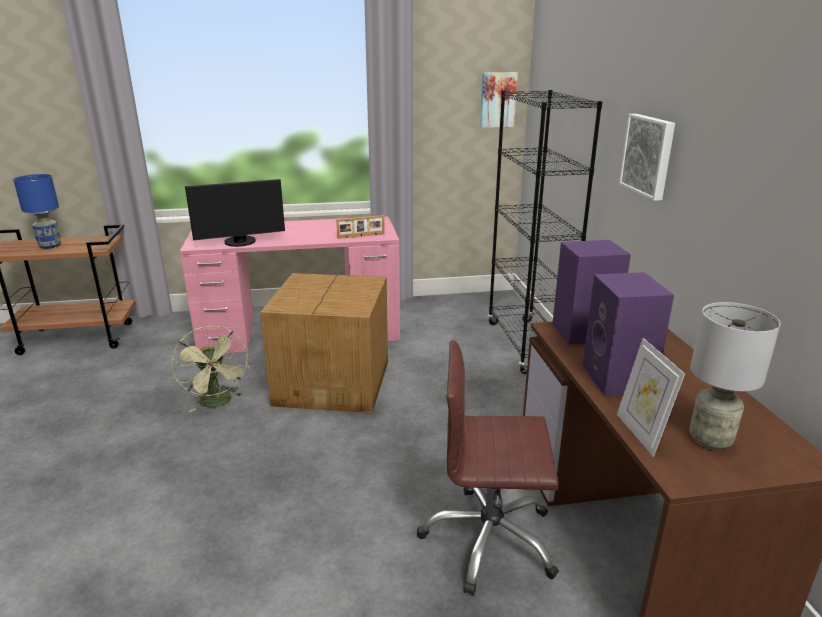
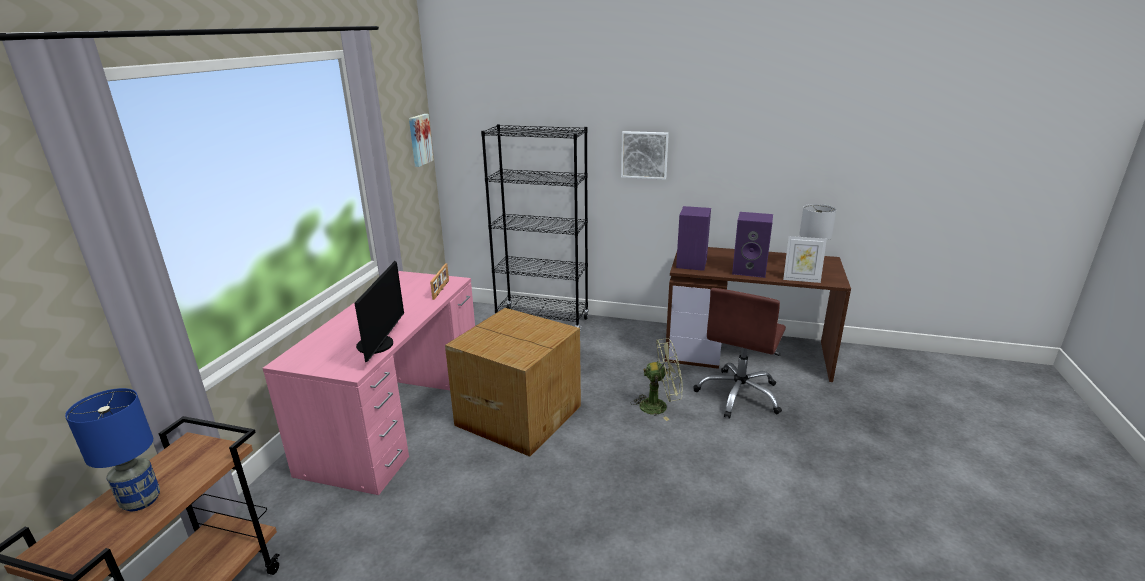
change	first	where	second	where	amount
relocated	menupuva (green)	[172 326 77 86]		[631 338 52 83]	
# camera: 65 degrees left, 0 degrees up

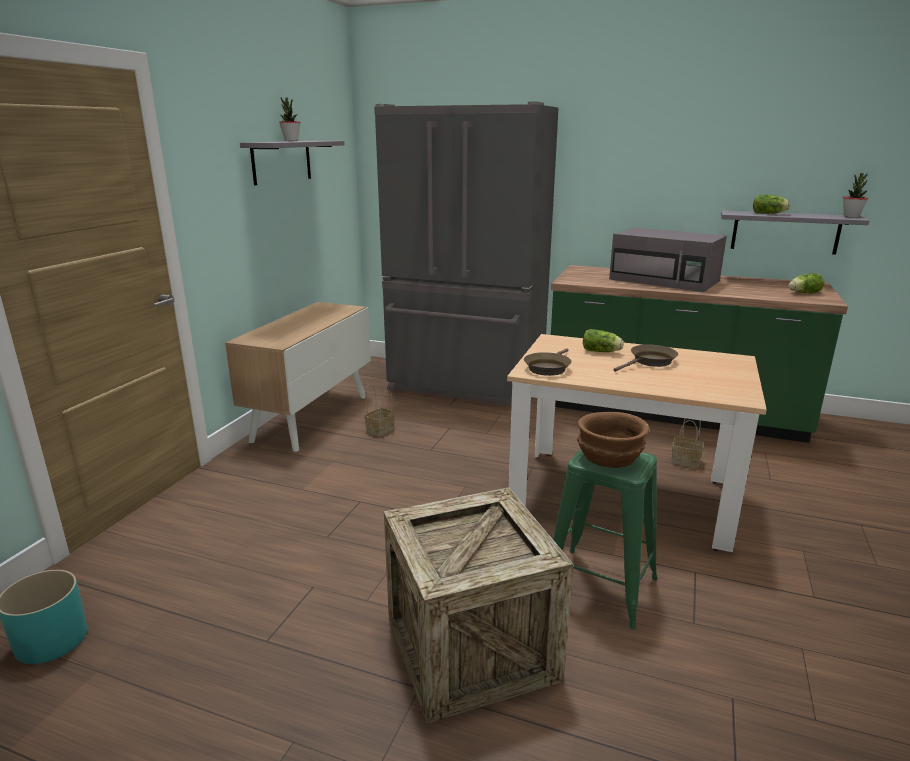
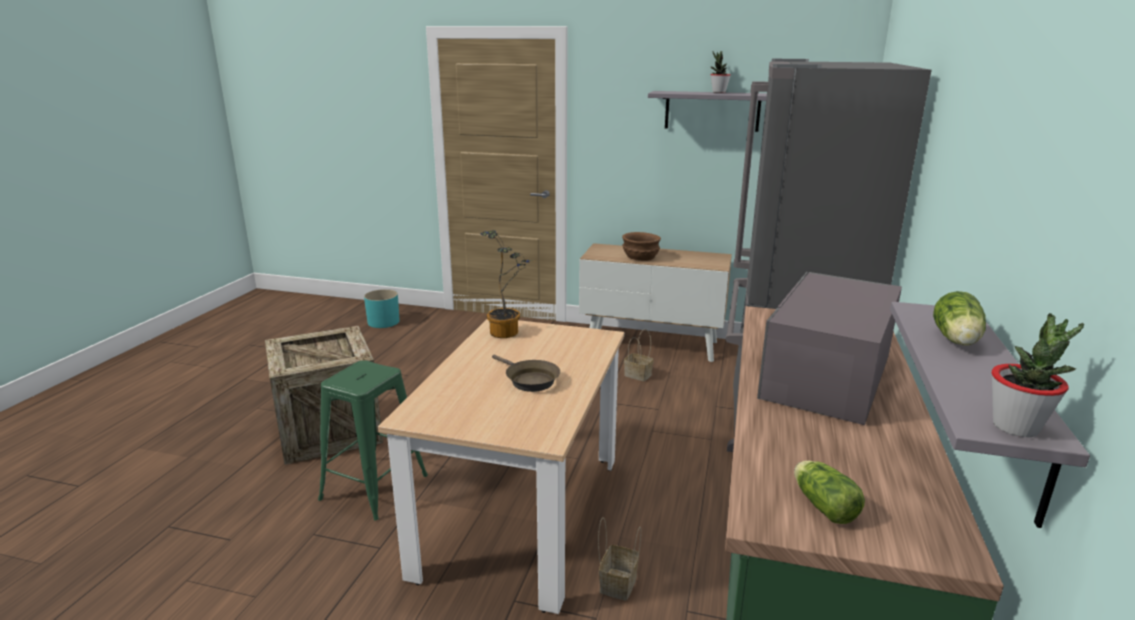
change	first	where	second	where	amount
missing	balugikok	[583 329 41 23]			
relocated	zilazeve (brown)	[577 412 73 56]		[622 232 39 29]	
exchanged	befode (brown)	[524 348 48 28]	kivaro	[481 230 52 108]	
# camera: 85 degrees right, 0 degrees up

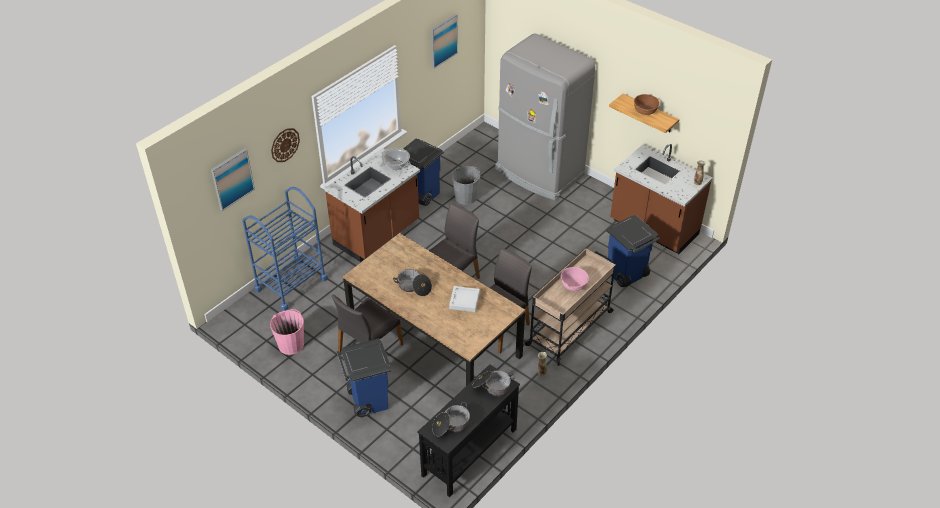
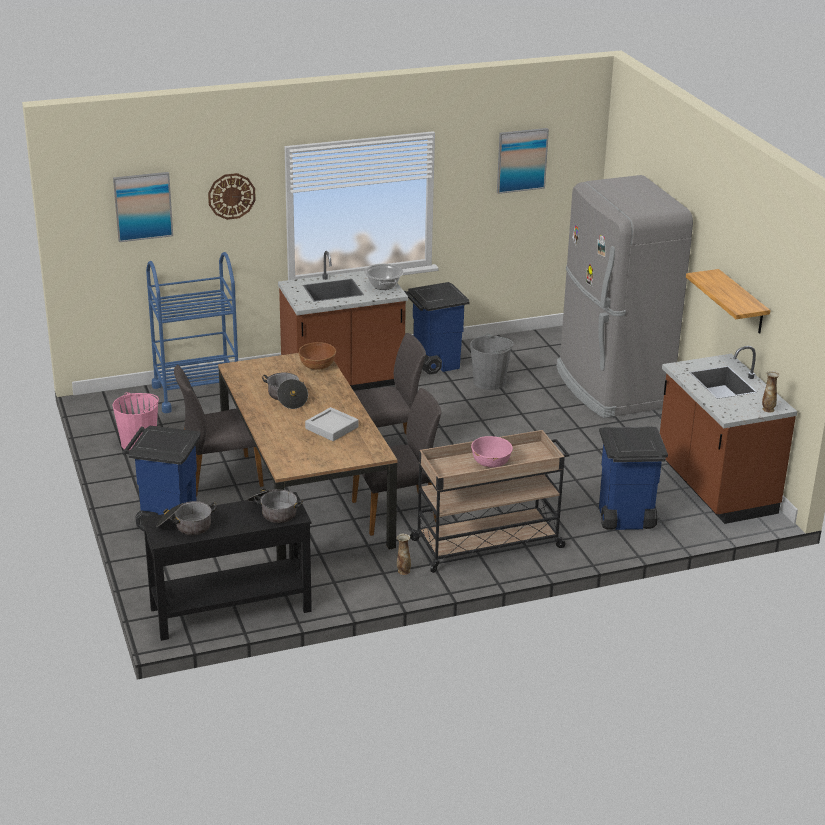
change	first	where	second	where	amount
relocated	zilazeve (brown)	[634 94 26 21]		[299 342 37 28]	
# camera: 30 degrees right, 15 degrees down

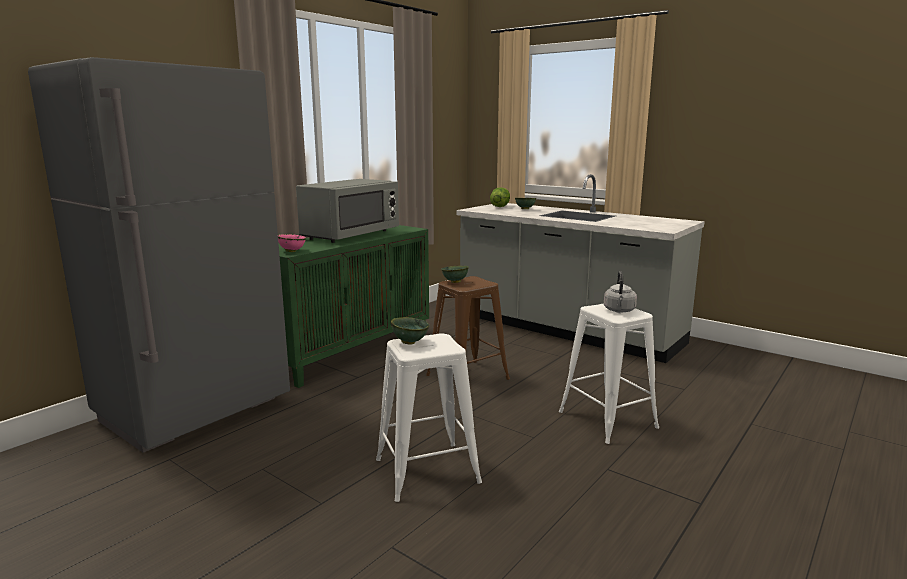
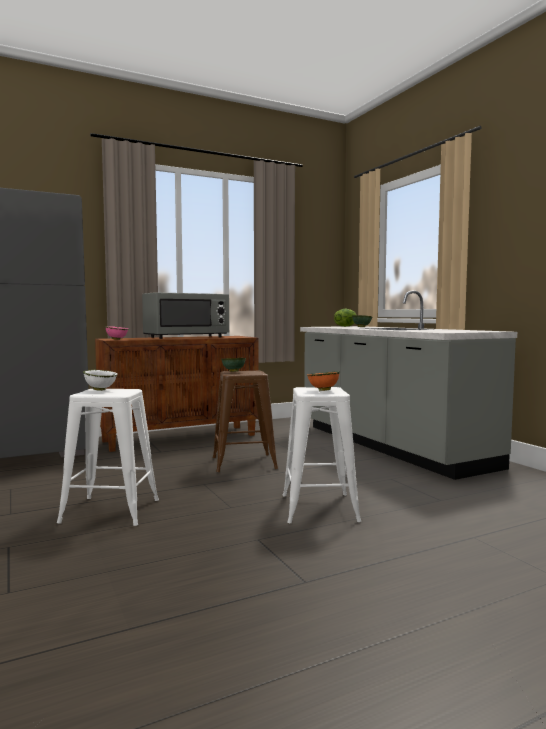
change	first	where	second	where	amount
exchanged	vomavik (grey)	[604 271 33 41]	zilazeve (orange)	[307 371 33 20]	
colour	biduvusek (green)	[278 225 151 163]	biduvusek (brown)	[95 336 164 116]	
colour	zilazeve (green)	[391 317 38 28]	zilazeve (white)	[83 370 35 21]	
# camera: 25 degrees right, 10 degrees down

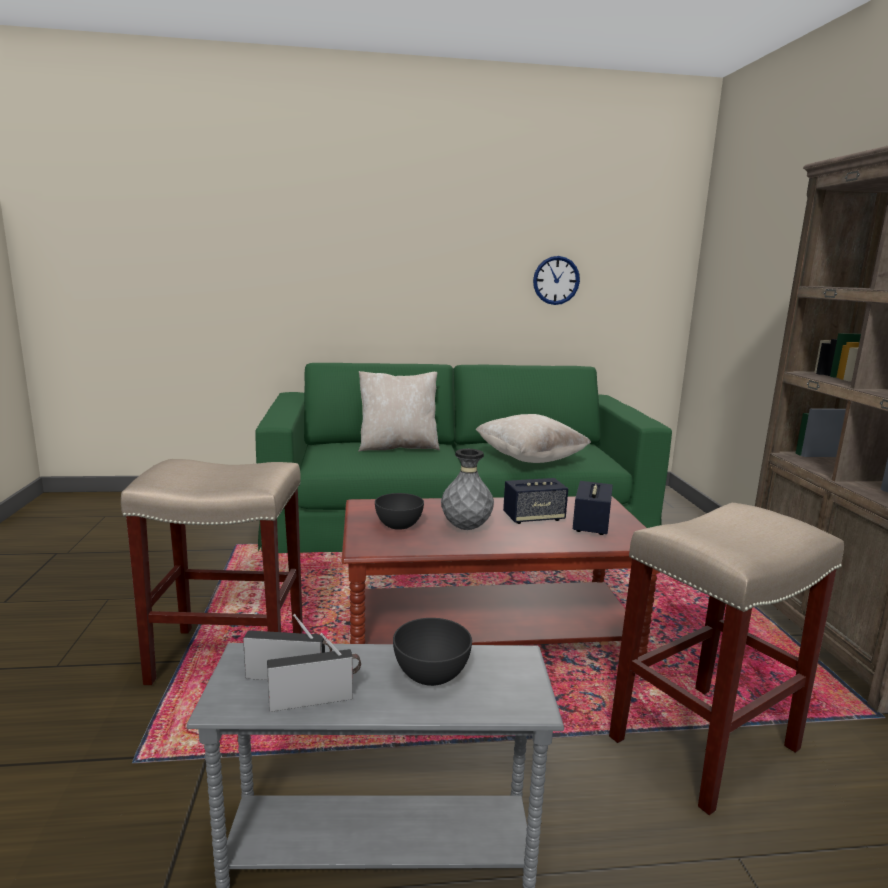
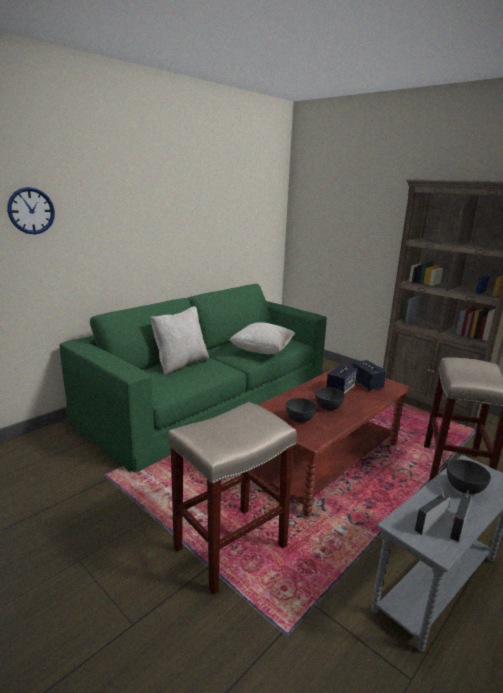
change	first	where	second	where	amount
relocated	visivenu	[533 256 47 49]		[7 187 48 47]	
exchanged	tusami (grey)	[441 449 53 81]	zilazeve (grey)	[315 387 30 24]	
# camera: 40 degrees left, 5 degrees up

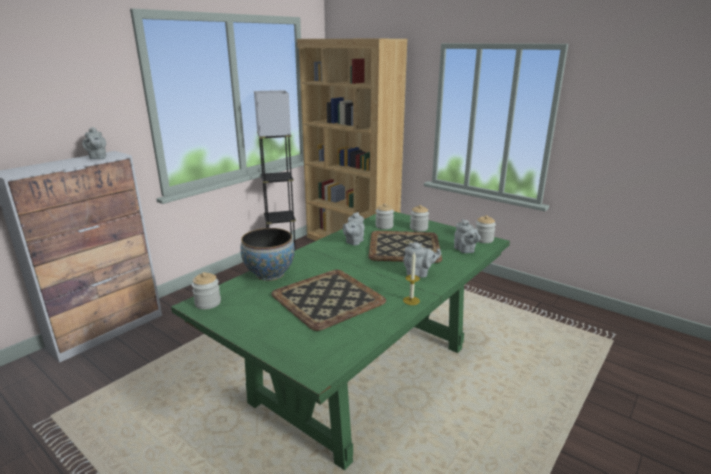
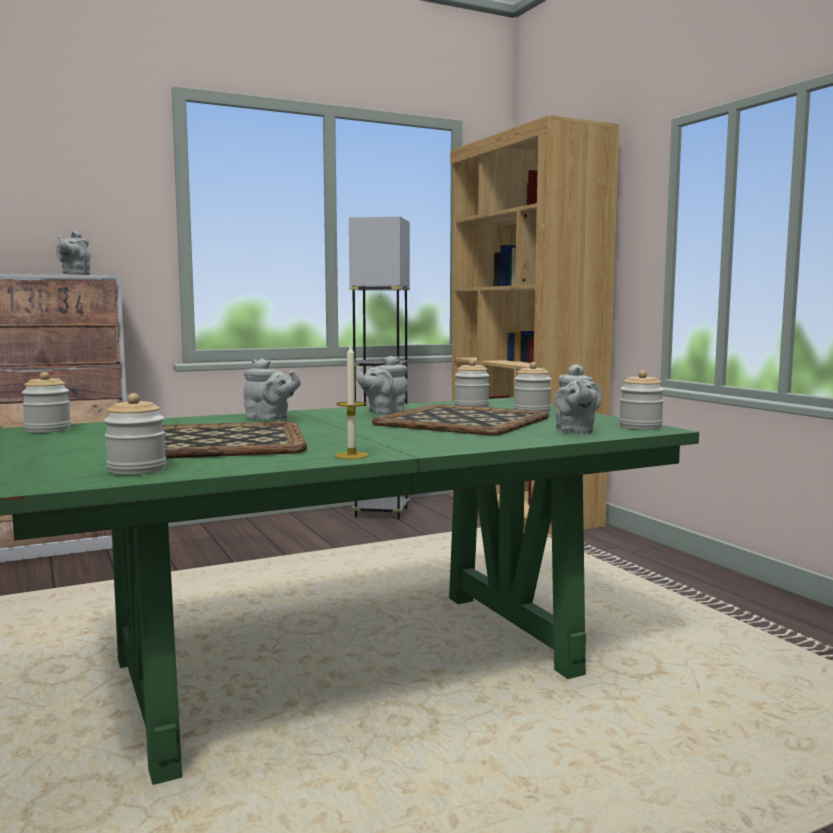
change	first	where	second	where	amount
missing	zilazeve	[240 228 55 53]			
appeared			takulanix	[104 393 62 82]	
relocated	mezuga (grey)	[403 242 38 36]		[243 359 58 61]	
# camera: 25 degrees right, 15 degrees down

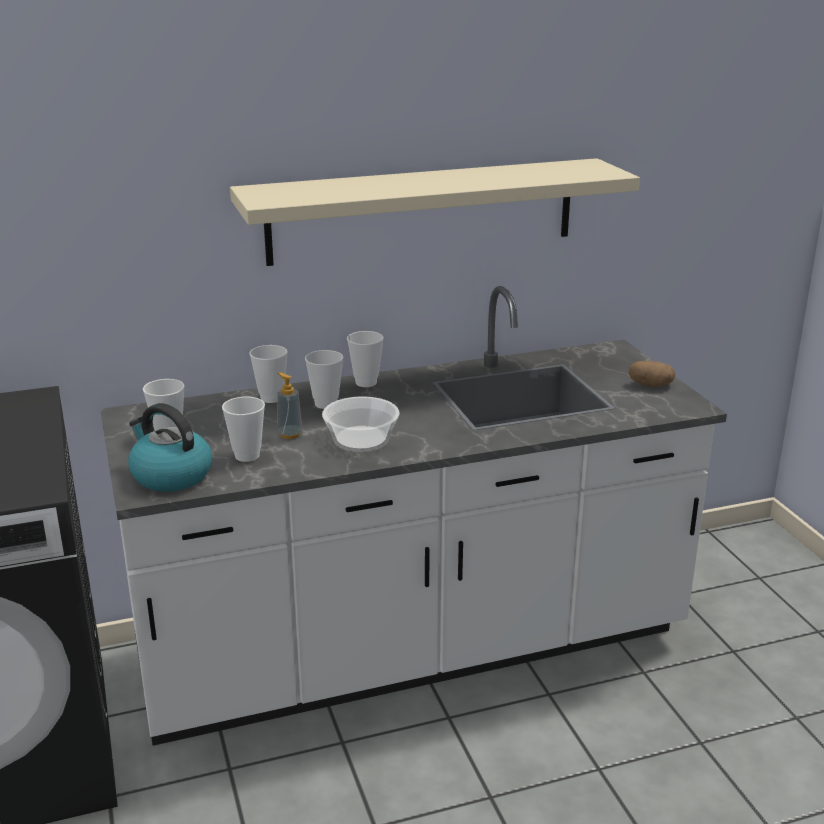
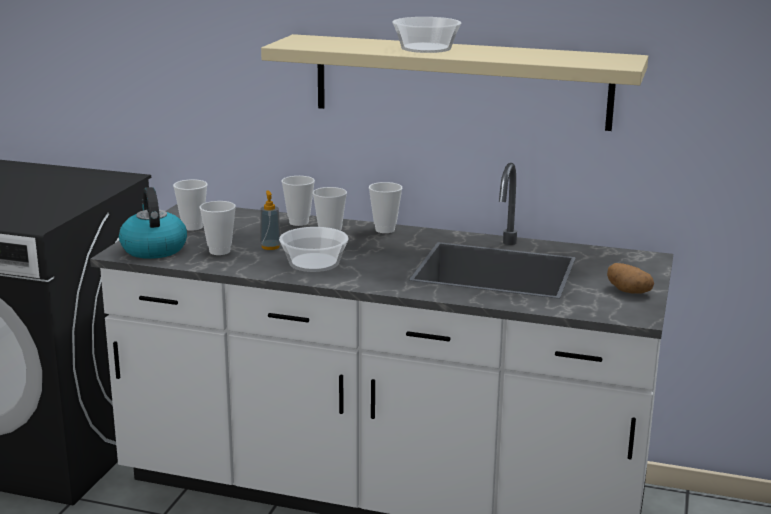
change	first	where	second	where	amount
appeared			zilazeve	[392 17 69 36]	
# camera: 35 degrees right, 5 degrees down

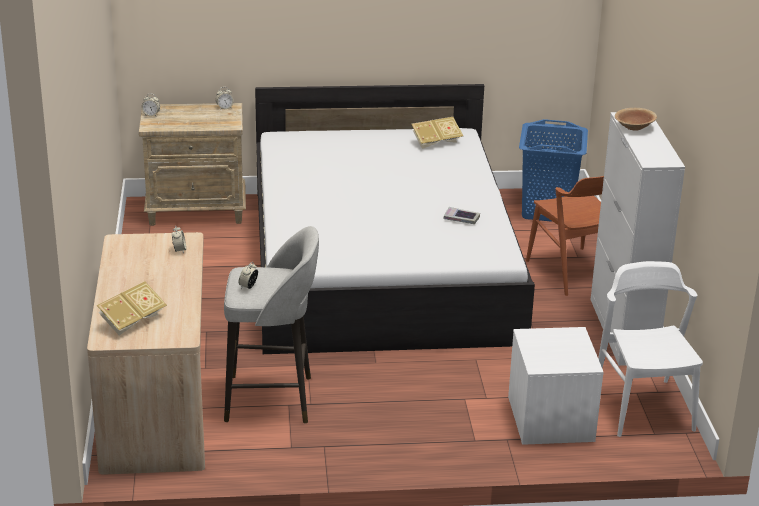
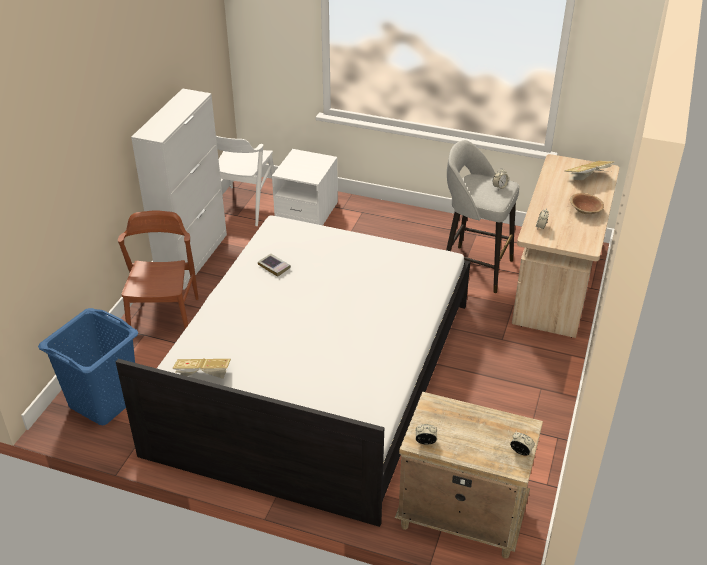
change	first	where	second	where	amount
relocated	zilazeve (brown)	[615 108 42 23]		[570 193 34 21]	
# camera: 155 degrees left, 10 degrees up

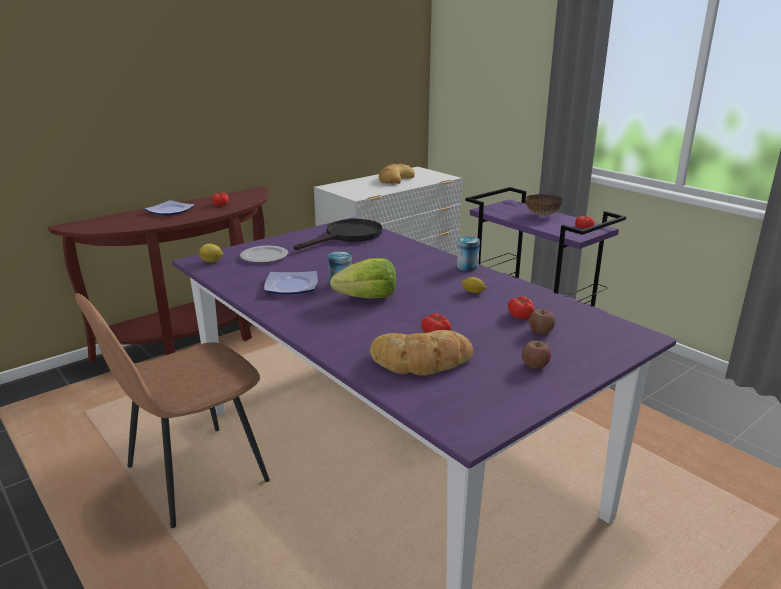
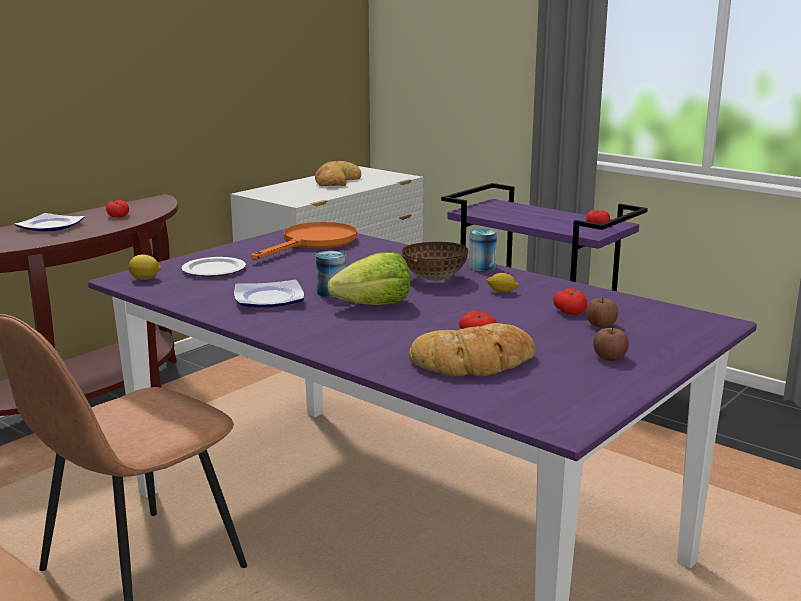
change	first	where	second	where	amount
relocated	zilazeve	[525 194 38 22]		[402 242 66 39]	
colour	befode (black)	[294 219 88 31]	befode (orange)	[251 222 106 38]	
# camera: 10 degrees left, 5 degrees down

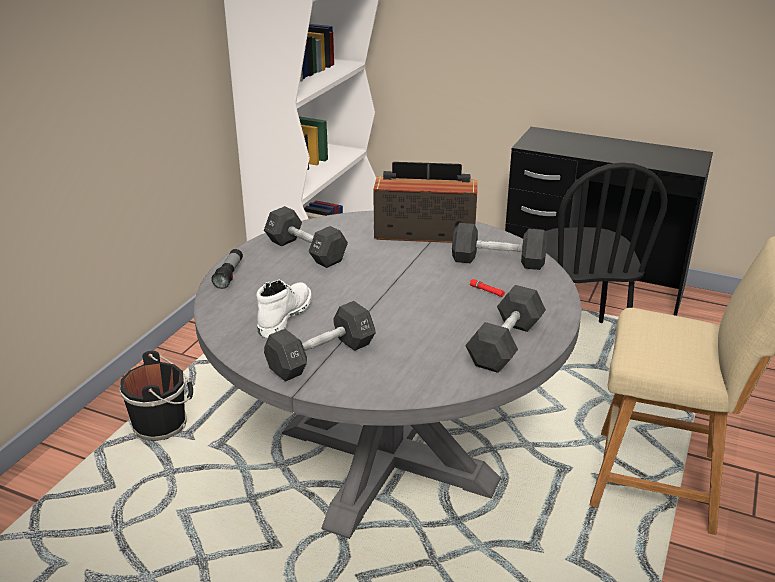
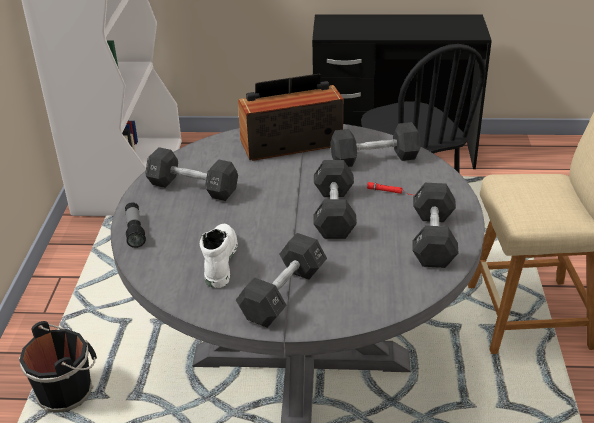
change	first	where	second	where	amount
appeared			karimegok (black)	[313 160 44 79]	
# camera: 20 degrees left, 5 degrees up

